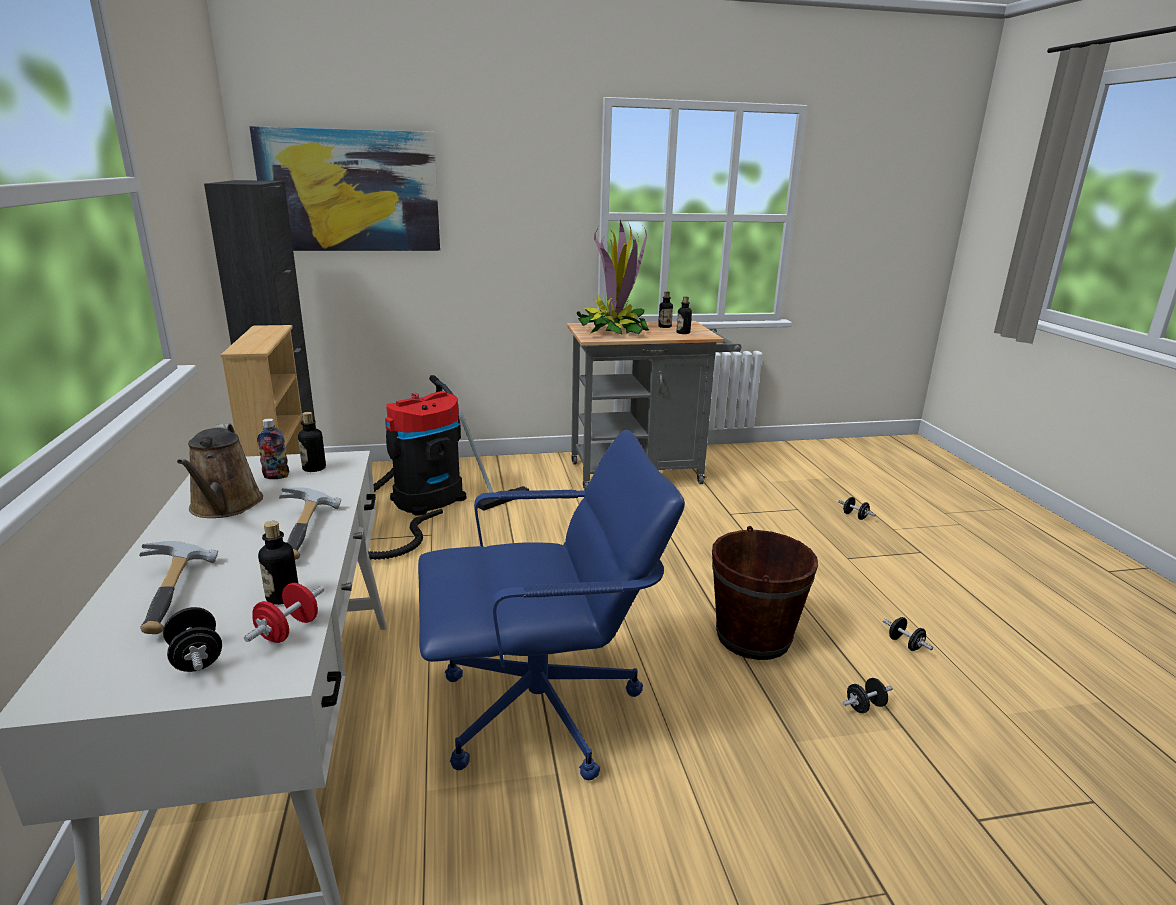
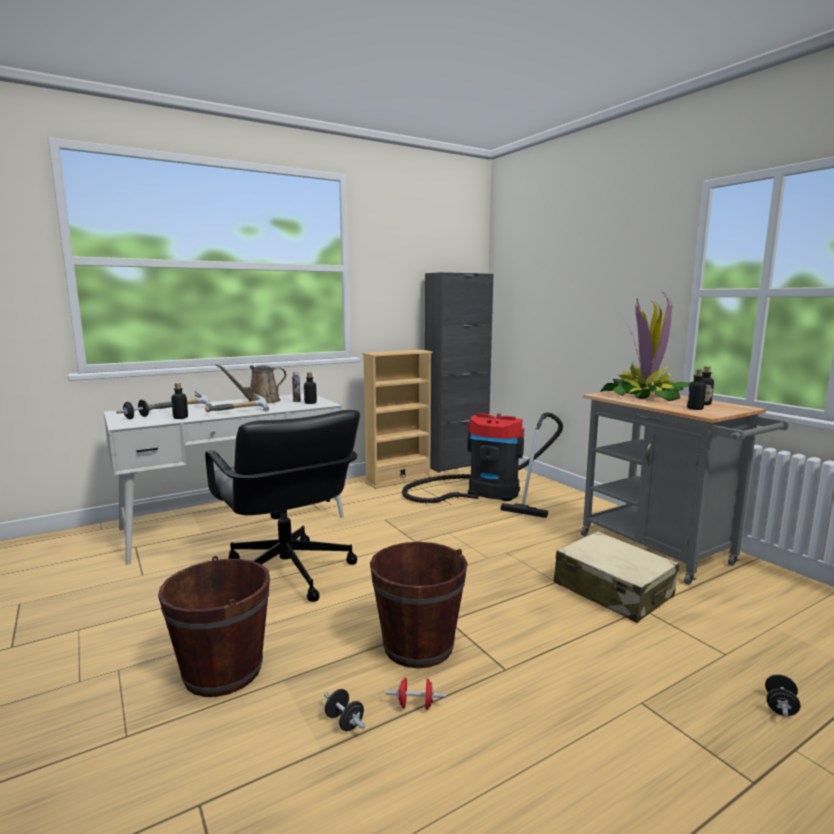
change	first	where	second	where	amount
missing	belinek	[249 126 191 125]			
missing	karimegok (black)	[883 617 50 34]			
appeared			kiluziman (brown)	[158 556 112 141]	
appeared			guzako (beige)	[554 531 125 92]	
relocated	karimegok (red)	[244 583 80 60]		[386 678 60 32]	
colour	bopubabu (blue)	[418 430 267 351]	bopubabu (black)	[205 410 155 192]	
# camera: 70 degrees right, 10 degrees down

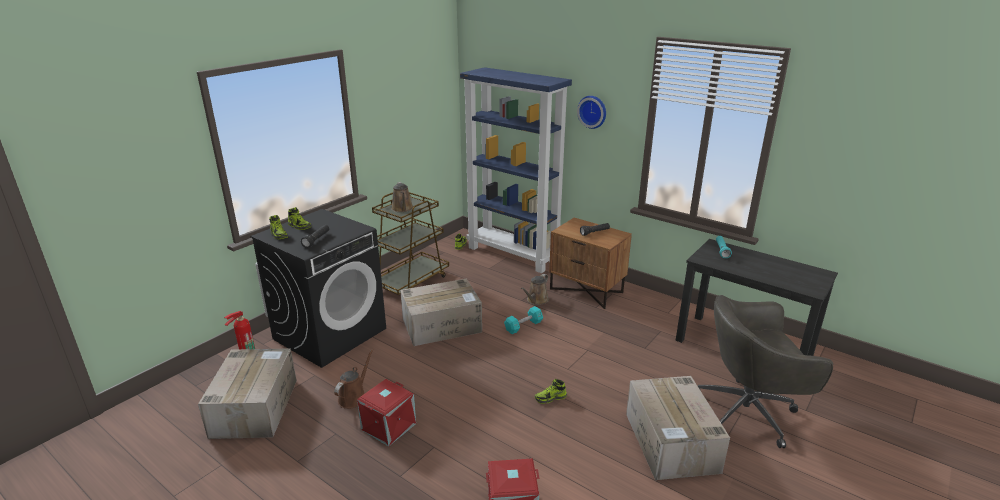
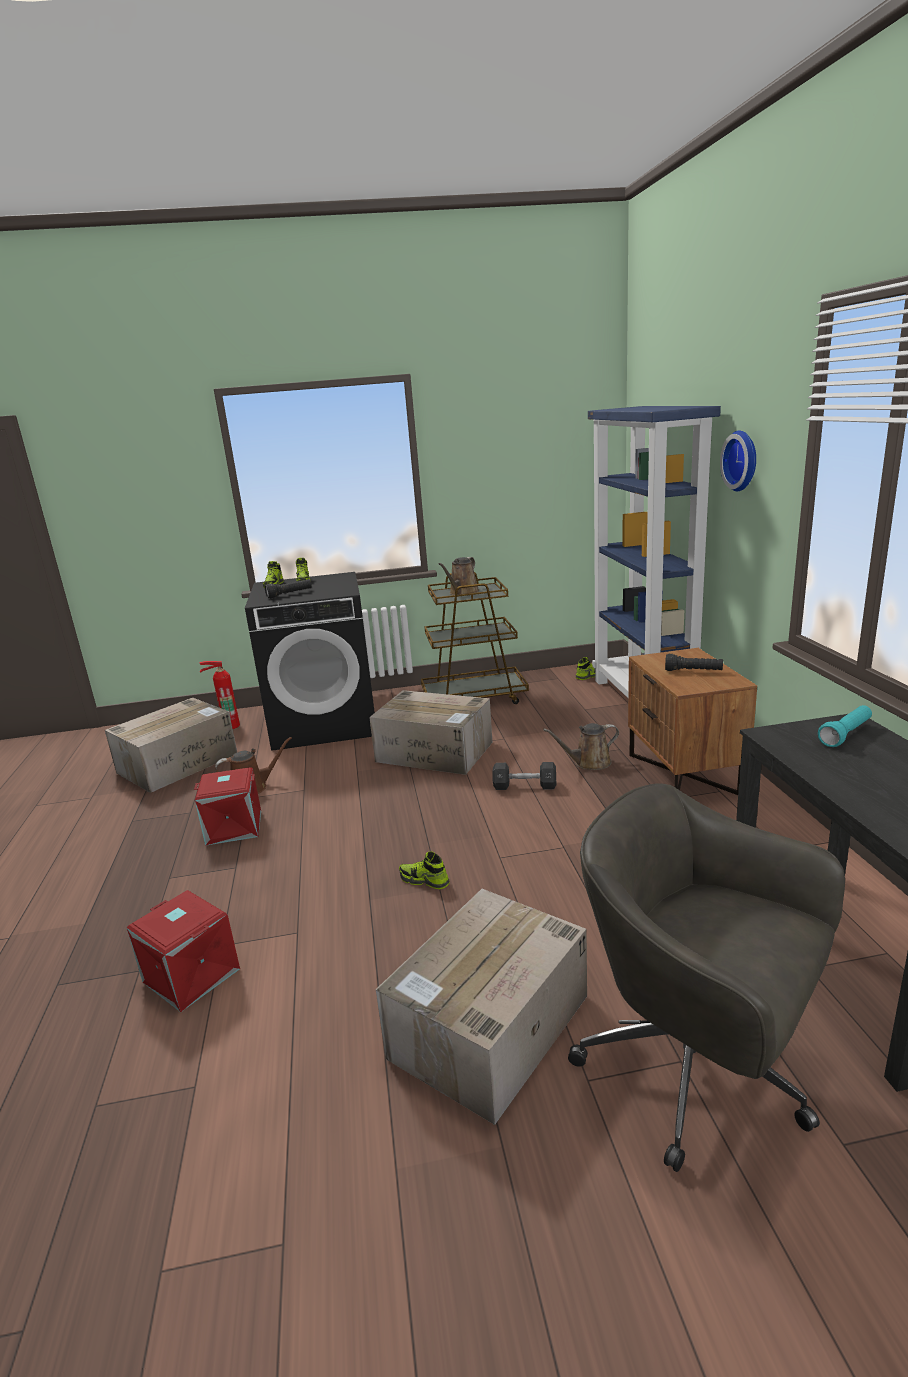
change	first	where	second	where	amount
colour	karimegok (turquoise)	[504 306 39 28]	karimegok (black)	[492 762 64 28]	
# camera: 45 degrees right, 5 degrees down

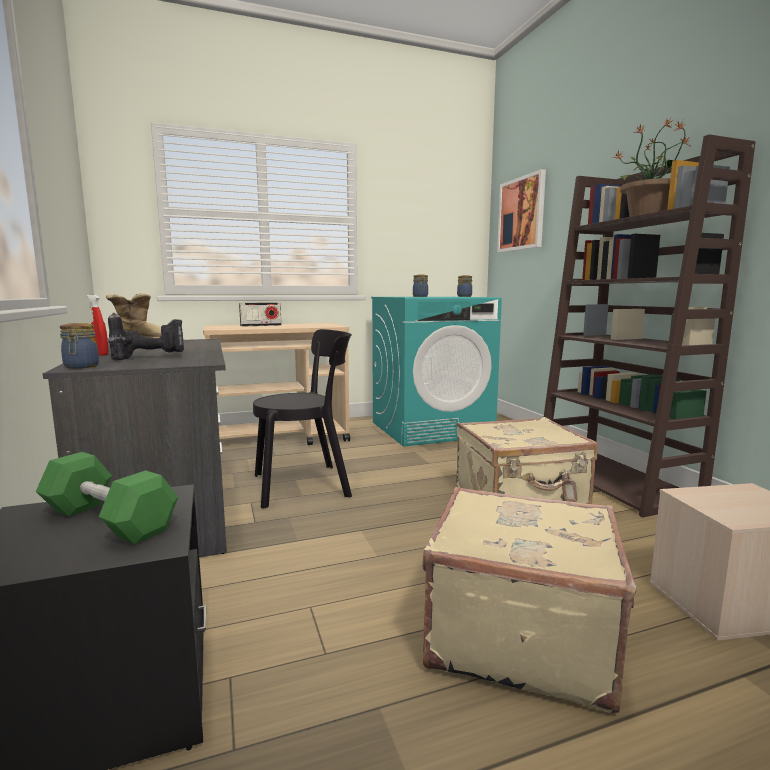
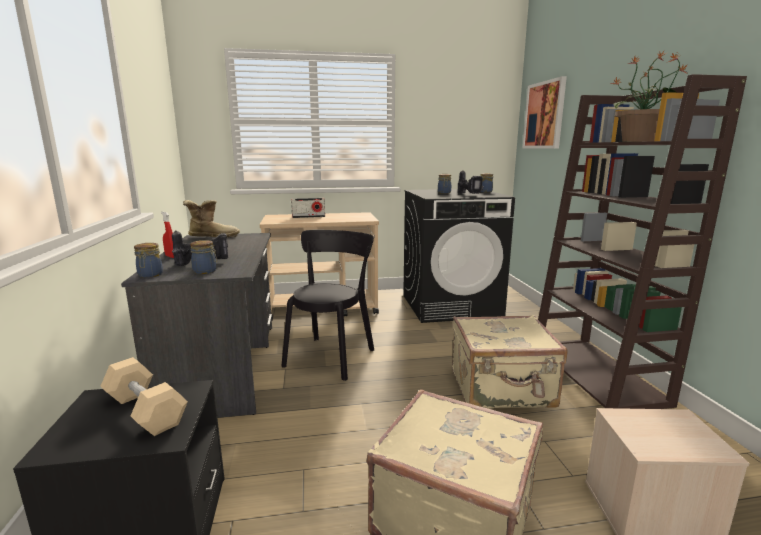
change	first	where	second	where	amount
appeared			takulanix	[190 240 27 34]	
appeared			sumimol	[458 170 26 24]	
colour	karimegok (green)	[36 452 142 93]	karimegok (beige)	[101 357 87 79]	
colour	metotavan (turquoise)	[371 297 131 150]	metotavan (black)	[403 189 112 134]	
spun	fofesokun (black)	[253 329 99 180]		[281 230 93 151]	60 degrees counterclockwise
# camera: 10 degrees right, 5 degrees up

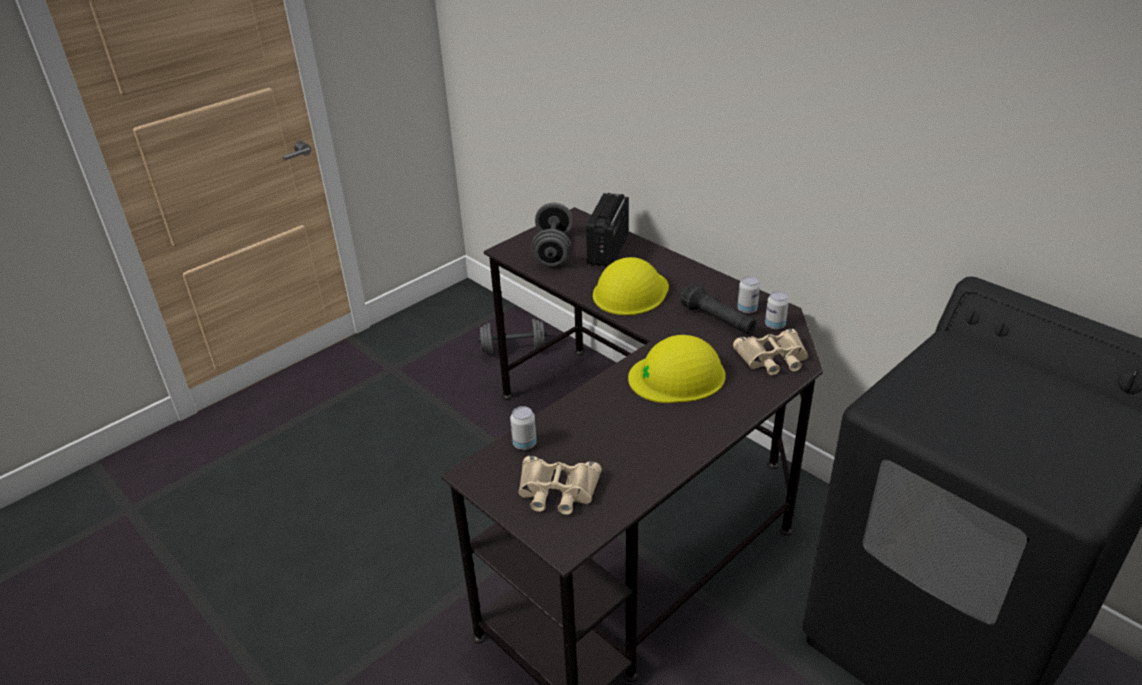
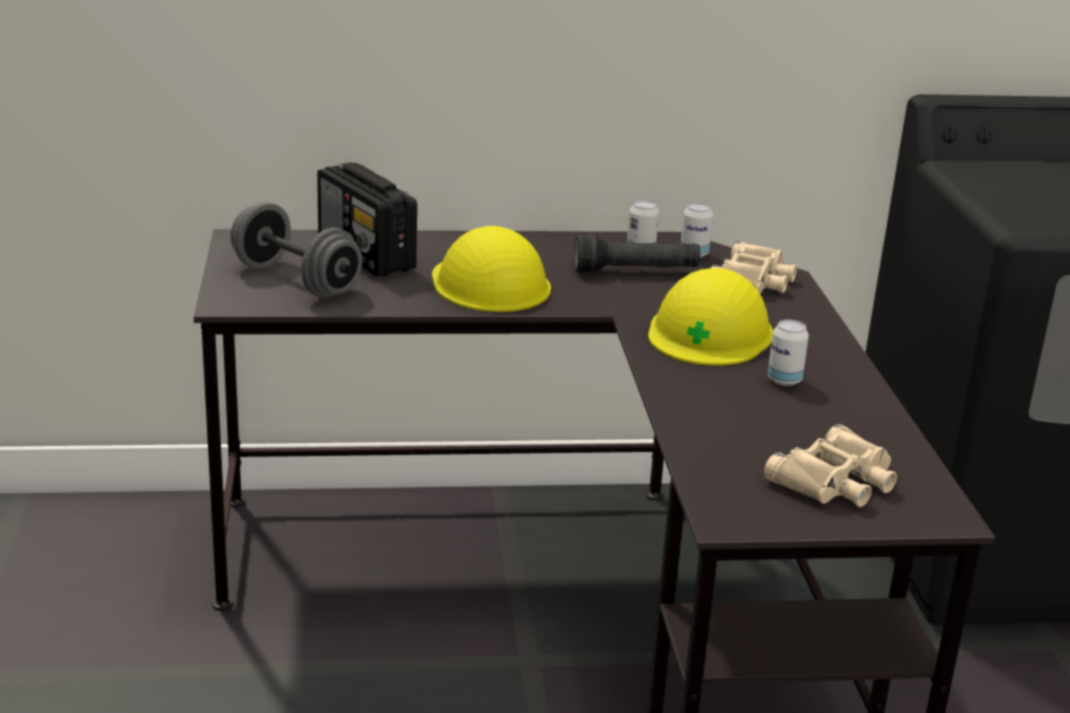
change	first	where	second	where	amount
missing	karimegok (grey)	[478 319 69 36]			
relocated	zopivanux	[510 406 27 44]		[768 320 41 66]	
# camera: 55 degrees left, 10 degrees down

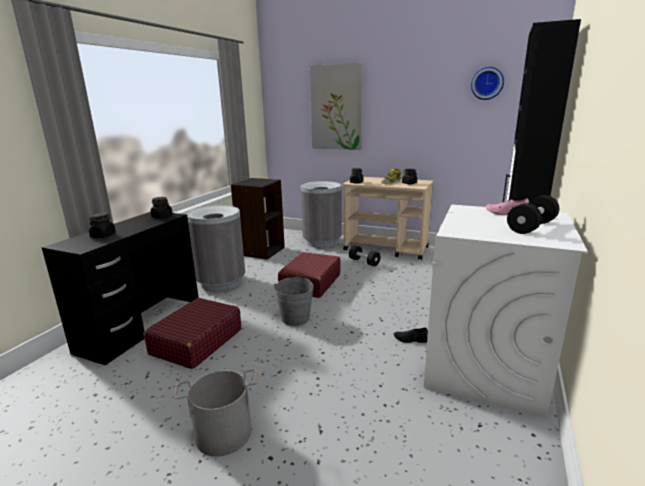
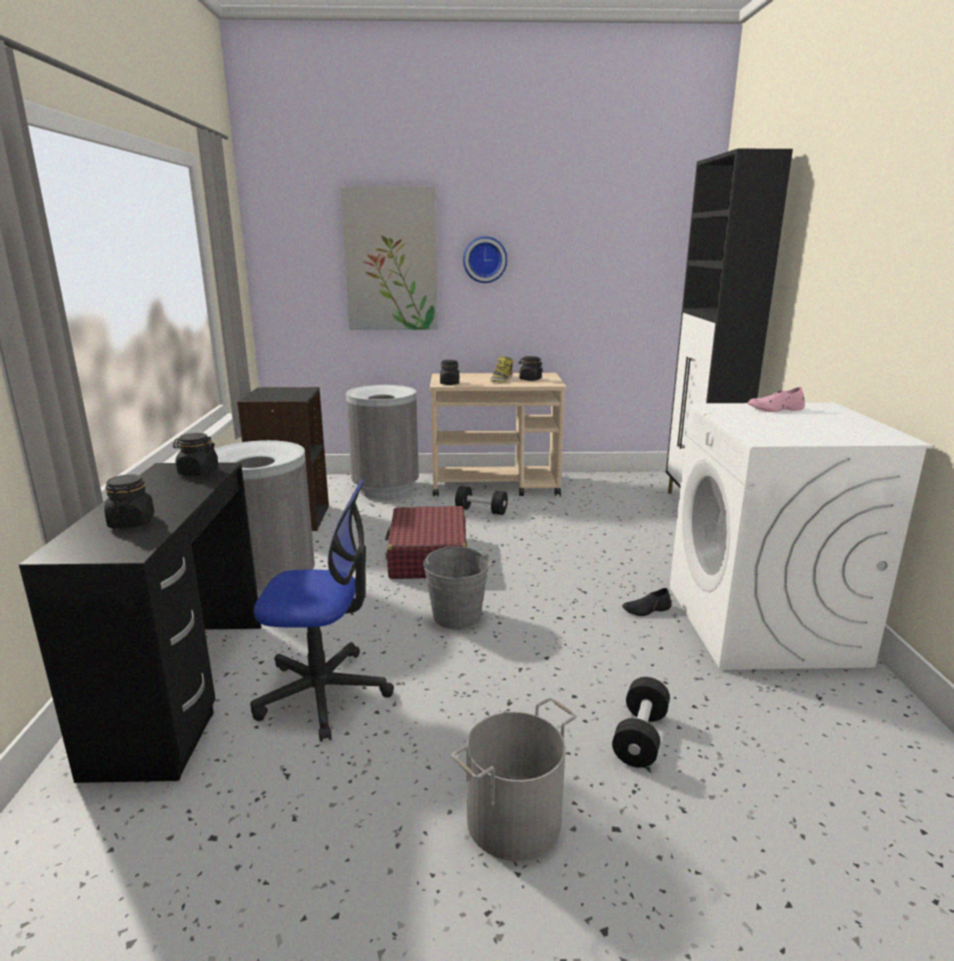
change	first	where	second	where	amount
relocated	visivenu	[471 67 33 33]		[463 236 44 47]	
relocated	karimegok (black)	[507 195 52 39]		[612 677 58 91]	
exchanged	guzako (red)	[144 298 97 71]	bopubabu	[250 479 144 263]	
# camera: 25 degrees left, 0 degrees up

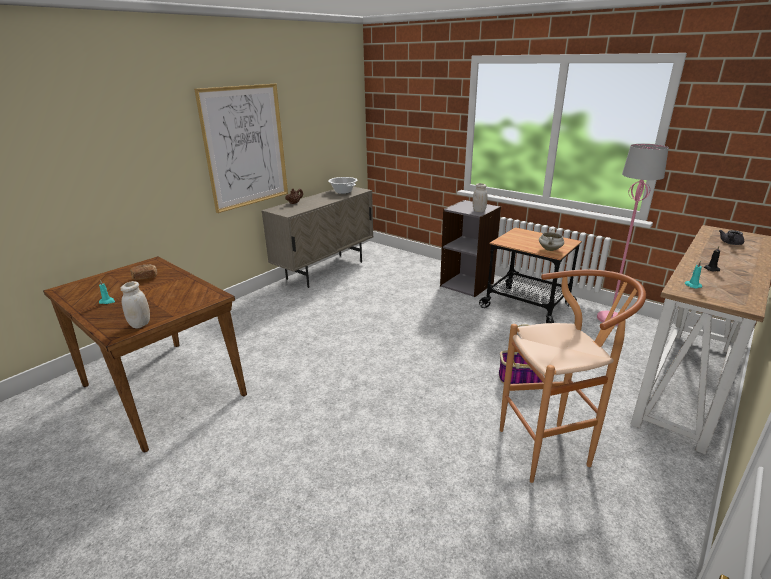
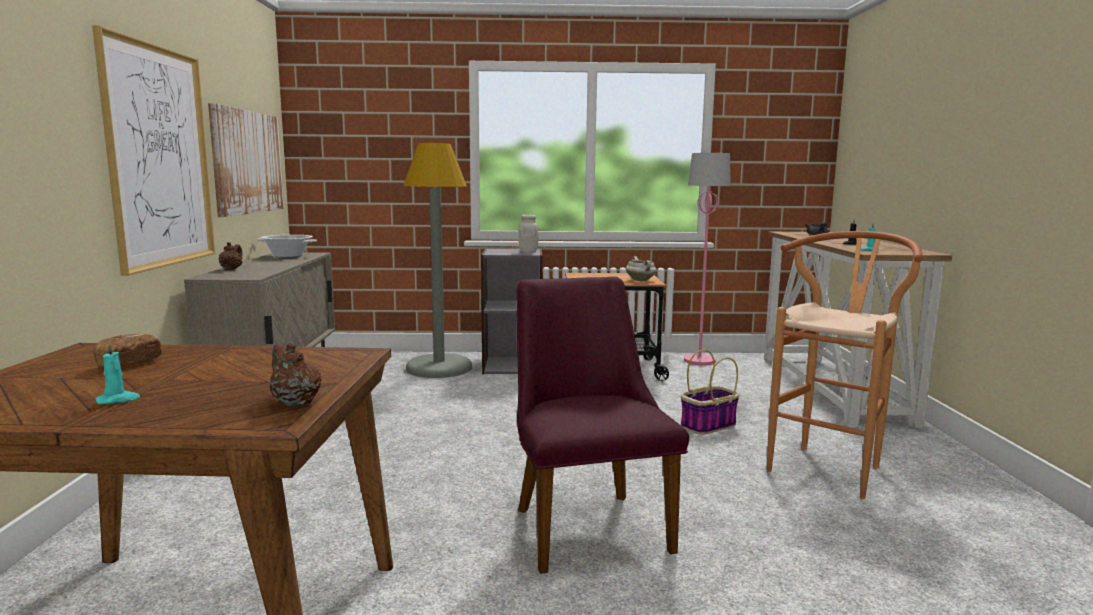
change	first	where	second	where	amount
appeared			belinek	[208 103 76 114]	
appeared			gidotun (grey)	[403 143 69 235]	
appeared			fofesokun (purple)	[517 276 172 298]	
exchanged	takulanix (white)	[120 281 30 47]	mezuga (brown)	[269 343 53 64]	
# camera: 40 degrees left, 15 degrees down

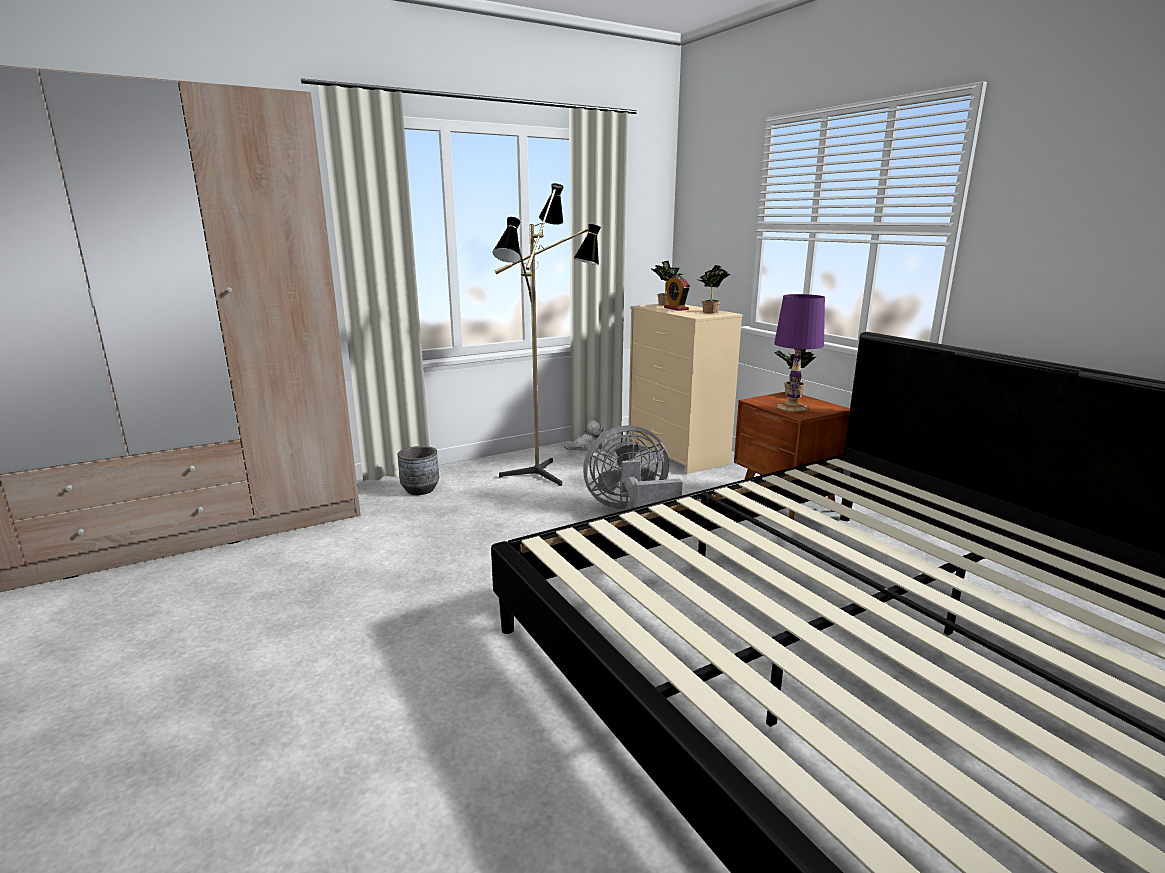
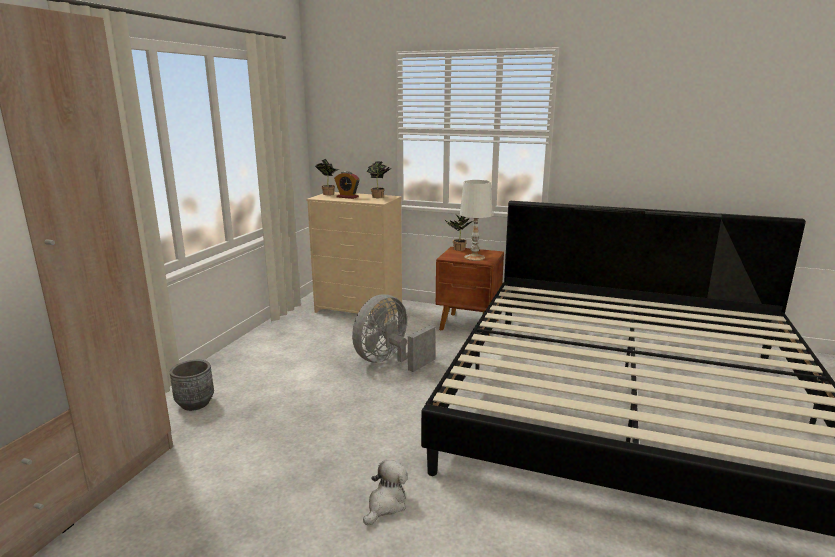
change	first	where	second	where	amount
missing	gidotun	[492 183 109 303]			
relocated	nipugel	[564 420 40 31]		[363 460 45 65]	
colour	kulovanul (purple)	[774 294 51 118]	kulovanul (white)	[460 180 33 81]	
# camera: 40 degrees left, 0 degrees up

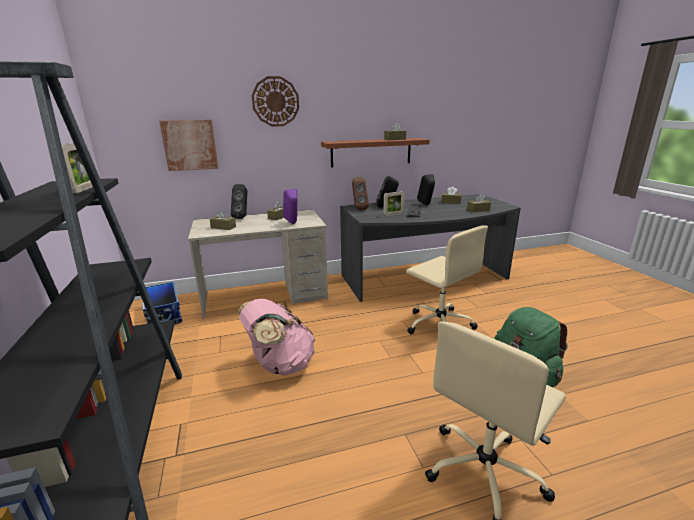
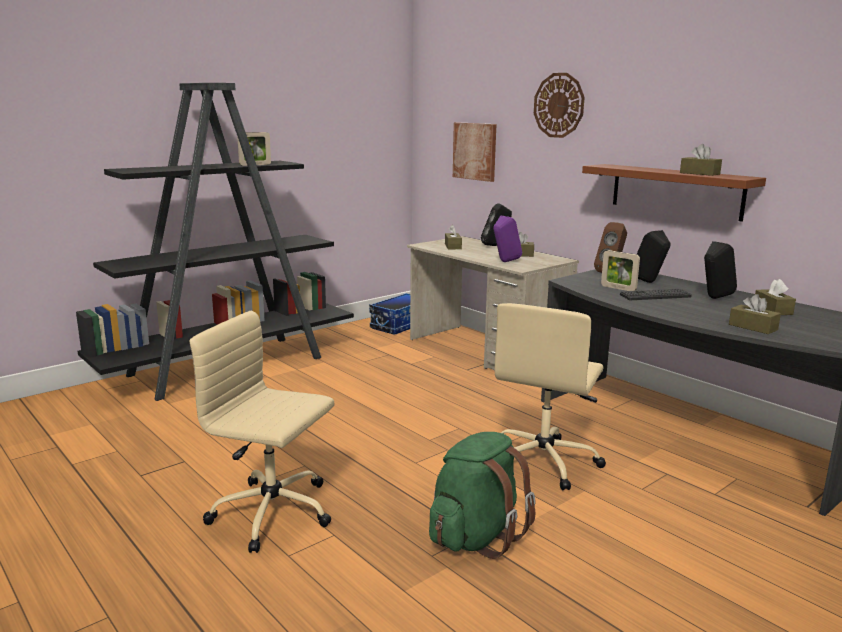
change	first	where	second	where	amount
missing	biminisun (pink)	[238 299 78 77]			
# camera: 65 degrees right, 5 degrees down

